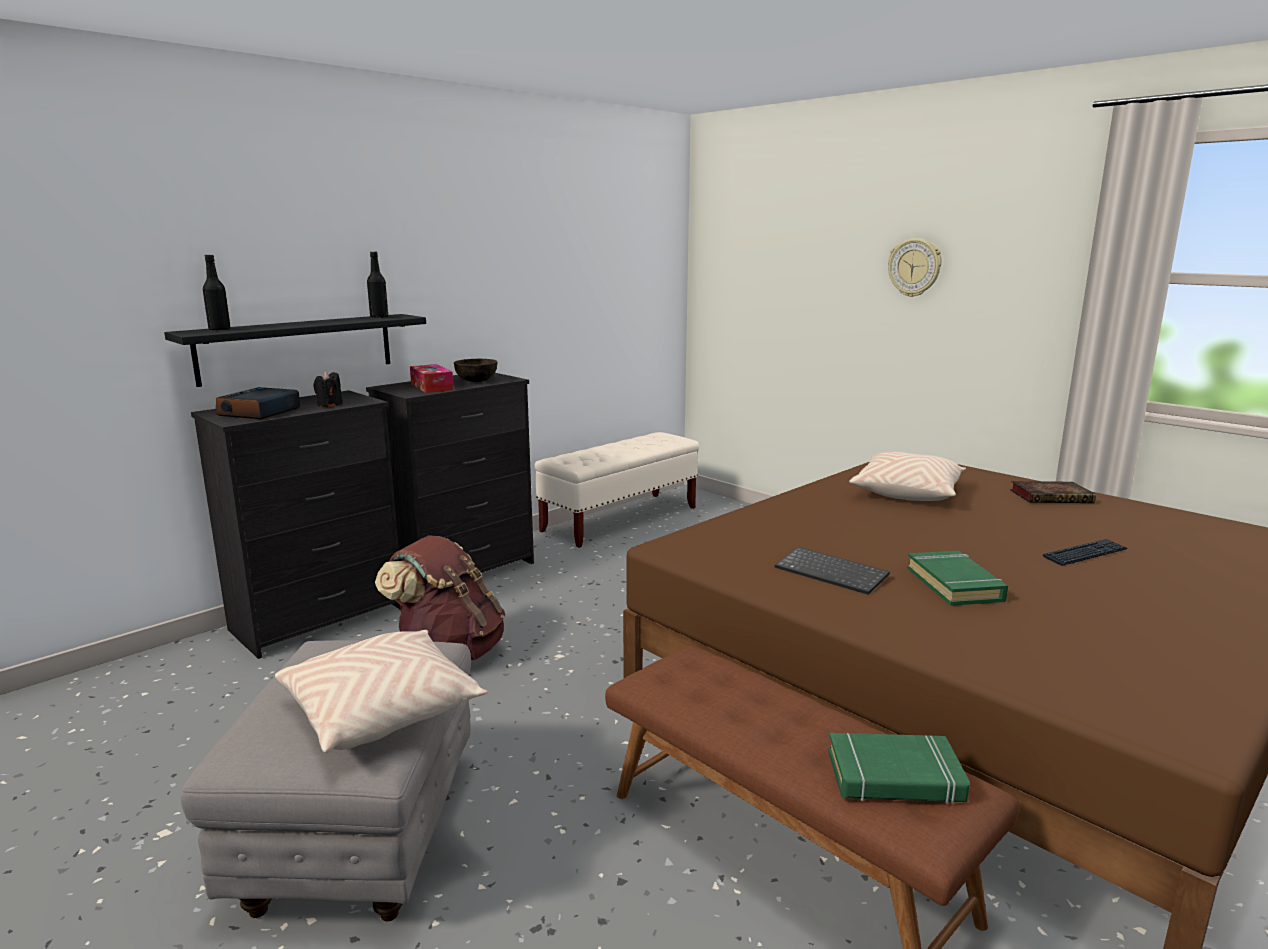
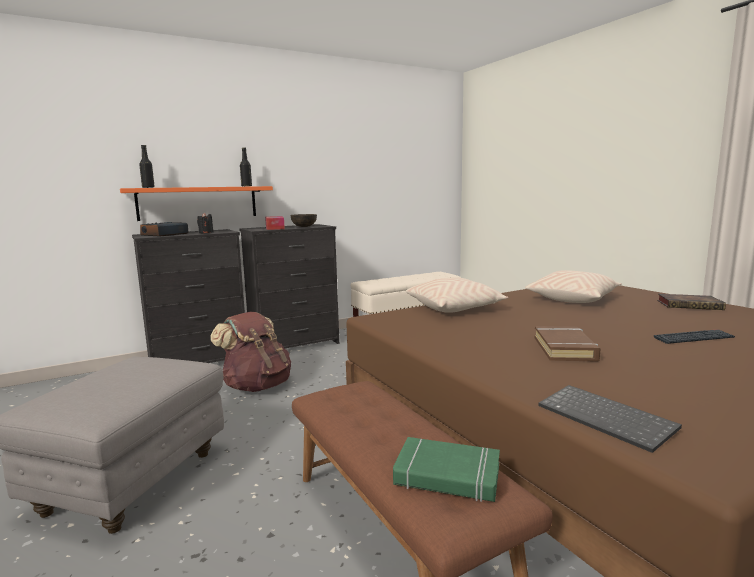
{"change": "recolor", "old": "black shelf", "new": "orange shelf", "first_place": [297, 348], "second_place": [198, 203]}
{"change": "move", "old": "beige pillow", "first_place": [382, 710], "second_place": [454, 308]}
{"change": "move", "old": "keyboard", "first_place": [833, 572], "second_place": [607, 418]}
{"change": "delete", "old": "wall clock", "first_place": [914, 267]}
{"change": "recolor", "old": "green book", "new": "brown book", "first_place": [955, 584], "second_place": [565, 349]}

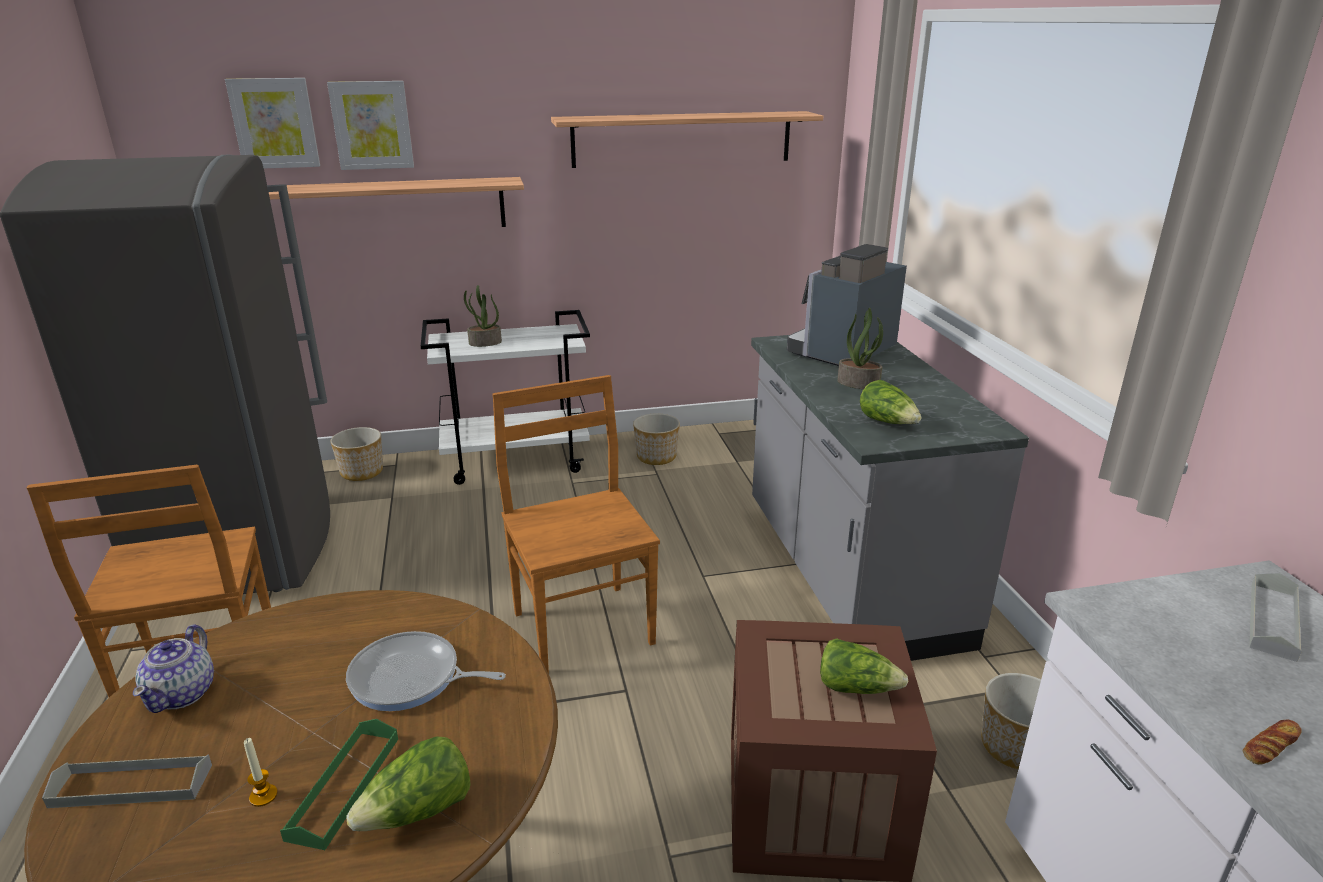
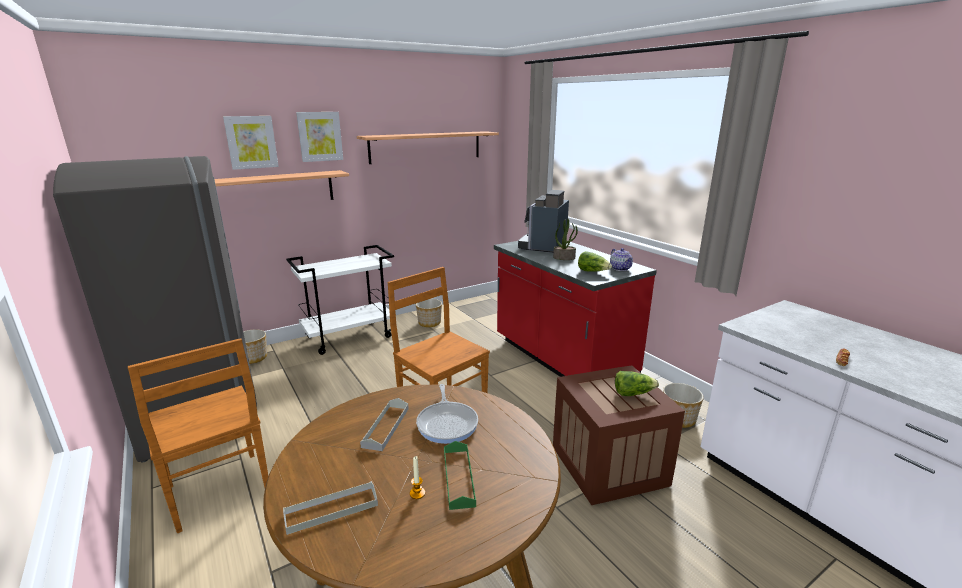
{"change": "move", "old": "teapot", "first_place": [183, 693], "second_place": [620, 268]}
{"change": "move", "old": "picture", "first_place": [274, 123], "second_place": [320, 136]}
{"change": "rotate", "old": "frying pan", "first_place": [410, 679], "second_place": [447, 423], "degrees": -90}
{"change": "delete", "old": "lettuce", "first_place": [418, 811]}
{"change": "delete", "old": "potted plant", "first_place": [485, 343]}
{"change": "recolor", "old": "grey counter", "new": "red counter", "first_place": [848, 574], "second_place": [561, 361]}
{"change": "move", "old": "grey tray", "first_place": [1273, 620], "second_place": [386, 427]}

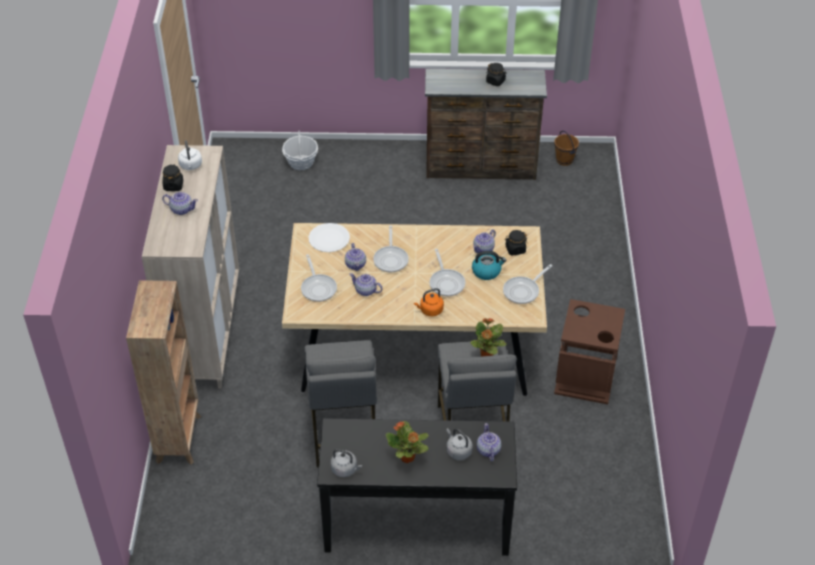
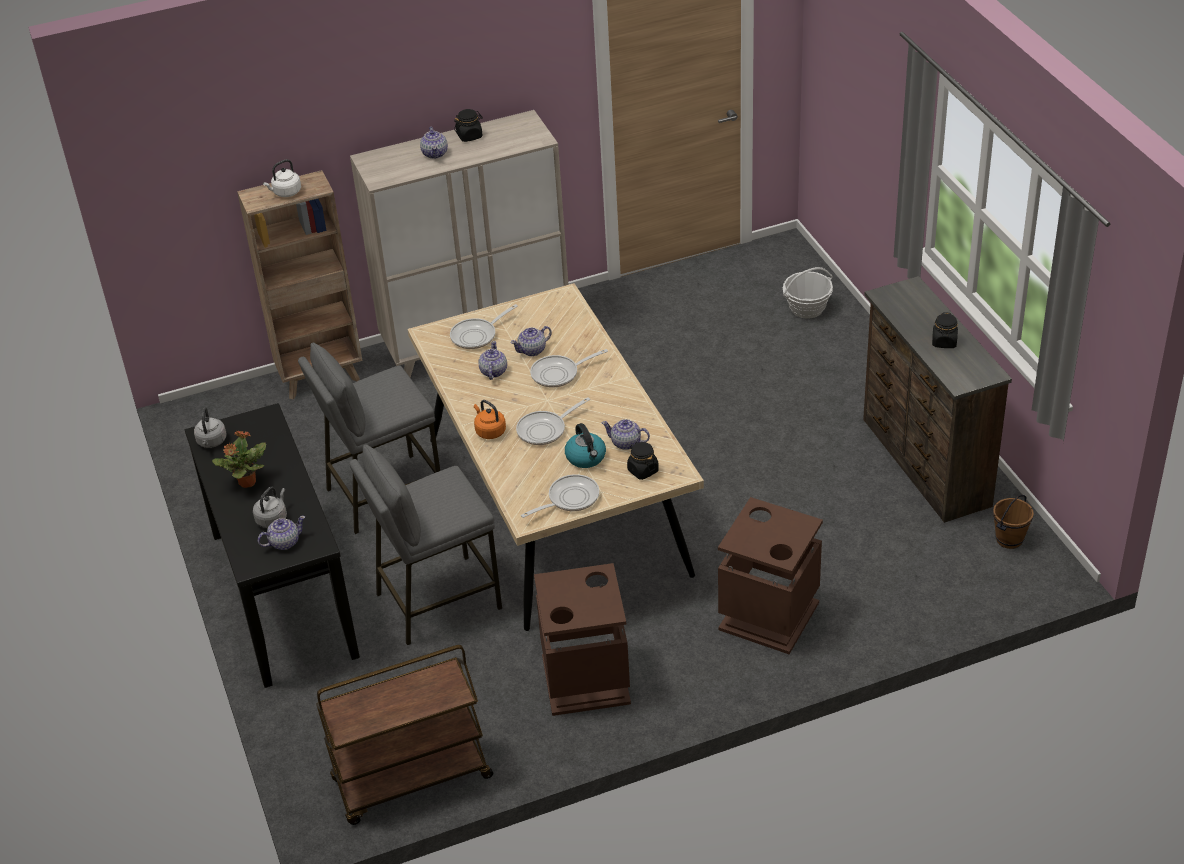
{"change": "move", "old": "white kettle", "first_place": [191, 166], "second_place": [285, 193]}
{"change": "delete", "old": "white plate", "first_place": [329, 238]}
{"change": "delete", "old": "potted plant", "first_place": [486, 354]}
{"change": "rotate", "old": "frying pan", "first_place": [523, 291], "second_place": [569, 499], "degrees": 120}
{"change": "insert", "new": "brown cart", "second_place": [411, 780]}
{"change": "insert", "new": "brown trash can", "second_place": [768, 615]}

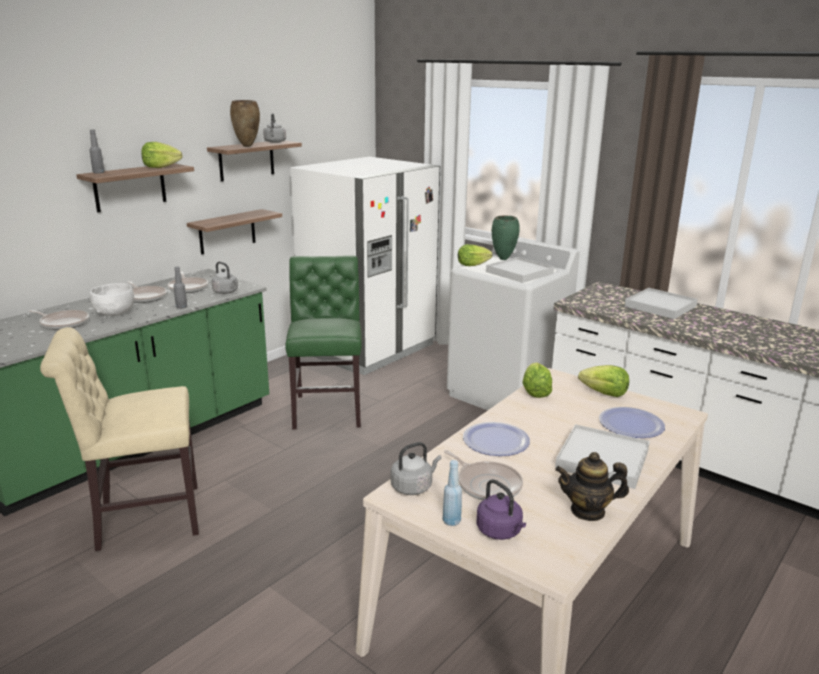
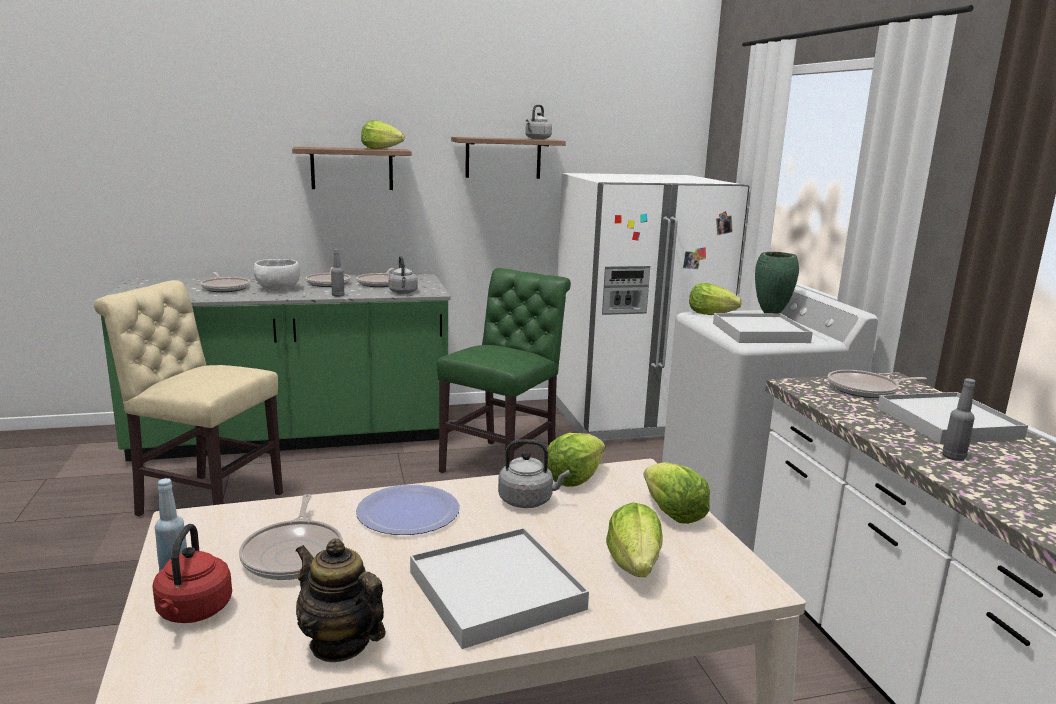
{"change": "move", "old": "grey bottle", "first_place": [98, 173], "second_place": [953, 457]}
{"change": "delete", "old": "shelf", "first_place": [227, 231]}
{"change": "delete", "old": "brown vase", "first_place": [247, 146]}
{"change": "move", "old": "grey kettle", "first_place": [413, 487], "second_place": [528, 501]}
{"change": "recolor", "old": "purple kettle", "new": "red kettle", "first_place": [500, 532], "second_place": [193, 612]}
{"change": "replace", "old": "plate", "new": "lettuce", "first_place": [631, 424], "second_place": [634, 565]}
{"change": "insert", "new": "frying pan", "second_place": [865, 389]}

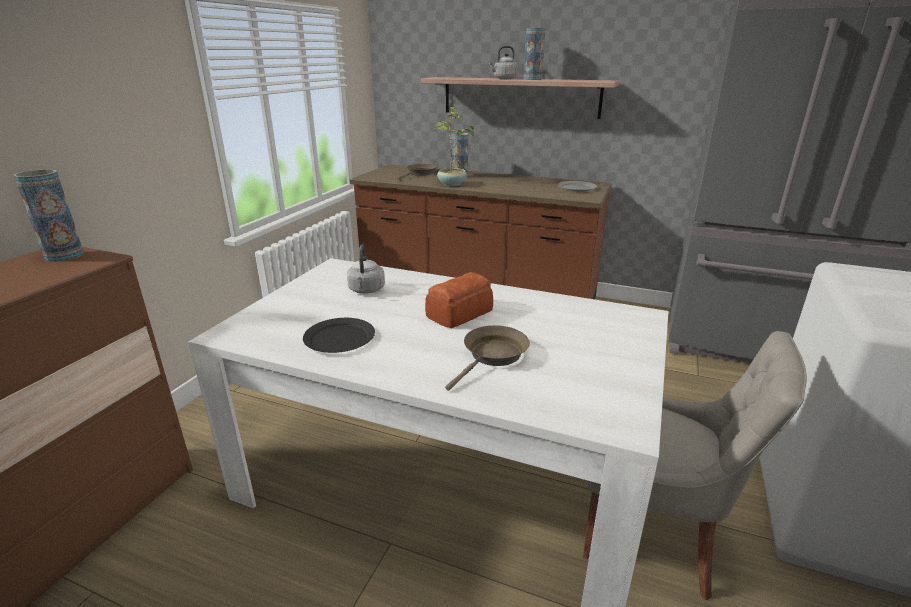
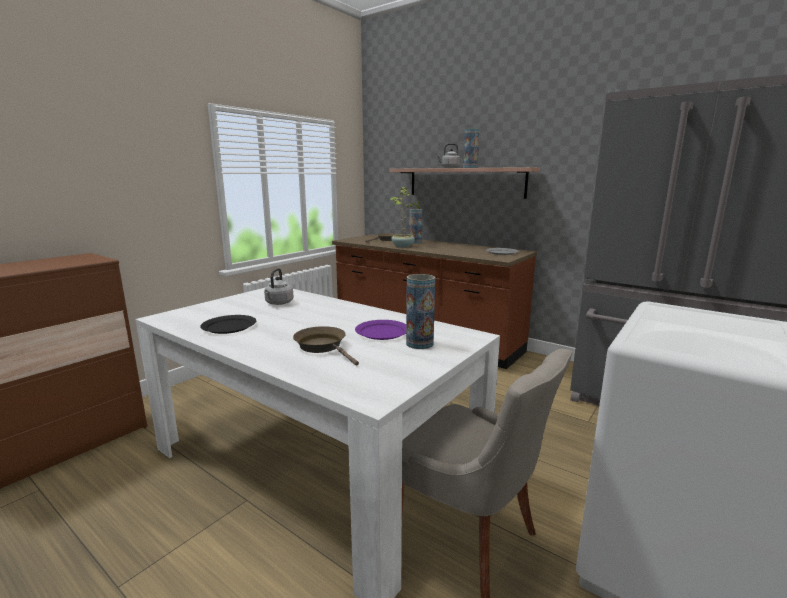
{"change": "move", "old": "vase", "first_place": [64, 255], "second_place": [419, 344]}
{"change": "delete", "old": "bread", "first_place": [461, 313]}
{"change": "rotate", "old": "brown frying pan", "first_place": [493, 356], "second_place": [323, 347], "degrees": -90}
{"change": "insert", "new": "purple plate", "second_place": [382, 332]}

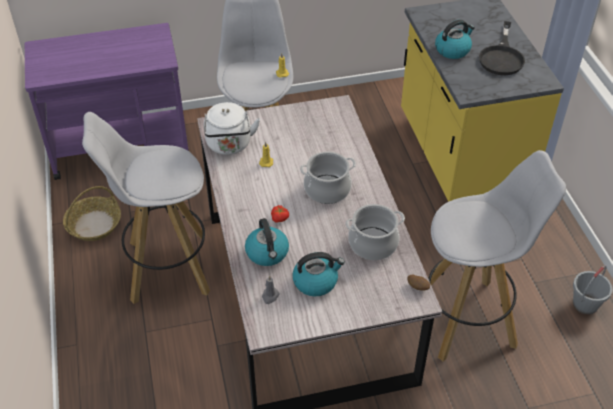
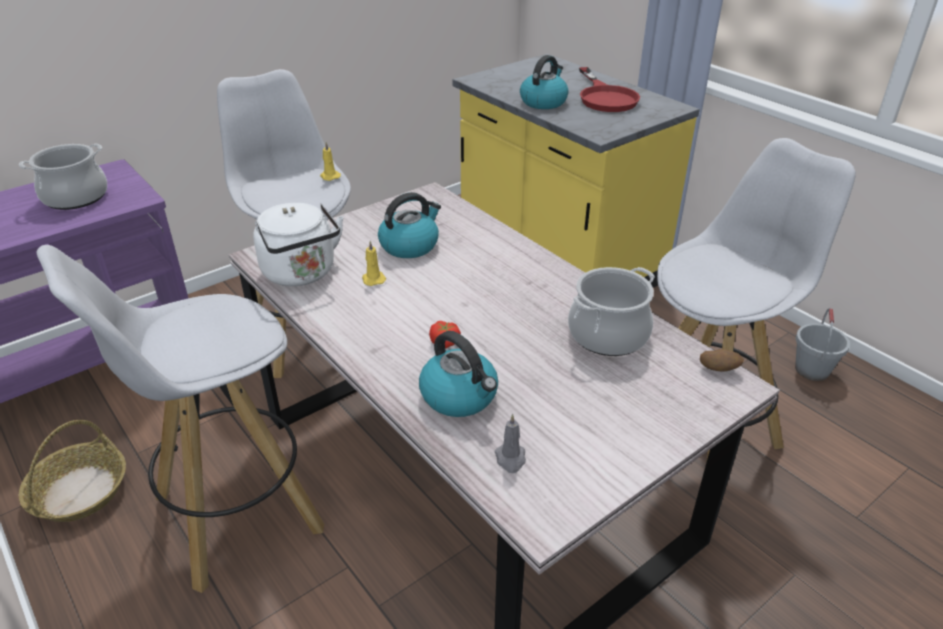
{"change": "move", "old": "kettle", "first_place": [316, 281], "second_place": [410, 245]}
{"change": "move", "old": "cooking pot", "first_place": [327, 190], "second_place": [75, 197]}
{"change": "recolor", "old": "black frying pan", "new": "red frying pan", "first_place": [502, 57], "second_place": [605, 97]}

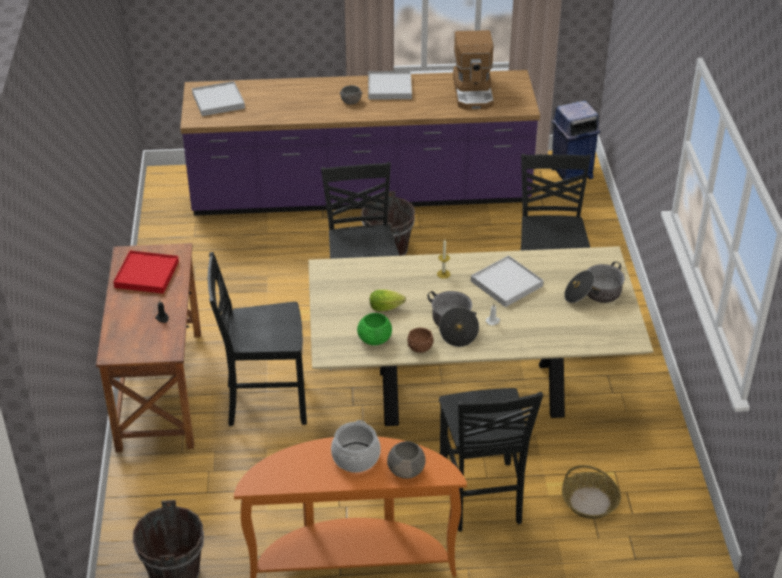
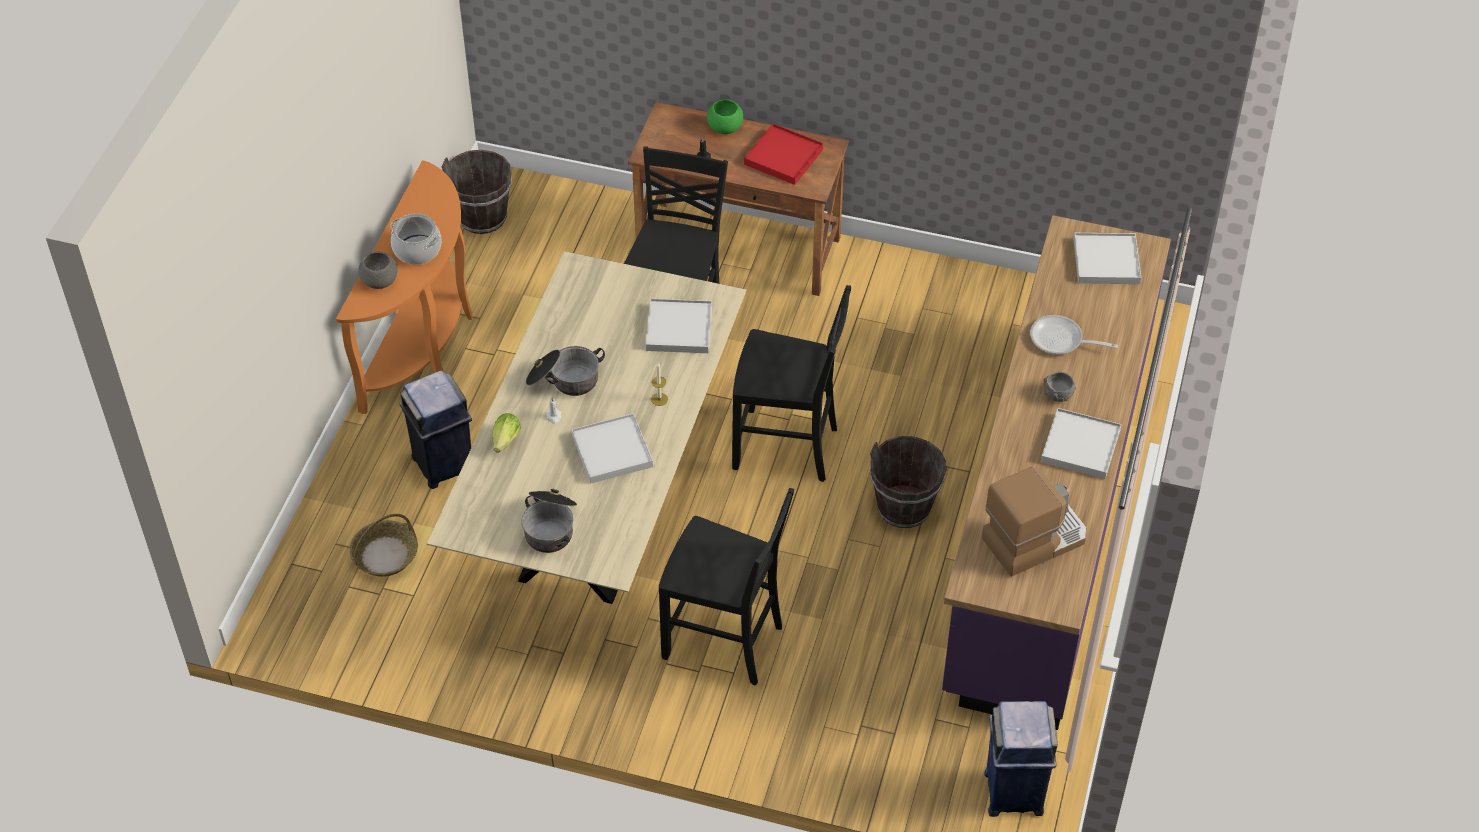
{"change": "move", "old": "green bowl", "first_place": [375, 339], "second_place": [725, 128]}
{"change": "move", "old": "lettuce", "first_place": [387, 308], "second_place": [505, 442]}
{"change": "delete", "old": "brown bowl", "first_place": [420, 347]}
{"change": "replace", "old": "black chair", "new": "blue trash can", "first_place": [481, 497], "second_place": [443, 465]}
{"change": "rotate", "old": "coffee machine", "first_place": [474, 92], "second_place": [1034, 539], "degrees": 135}
{"change": "insert", "new": "white tray", "second_place": [679, 329]}
{"change": "insert", "new": "frying pan", "second_place": [1061, 340]}

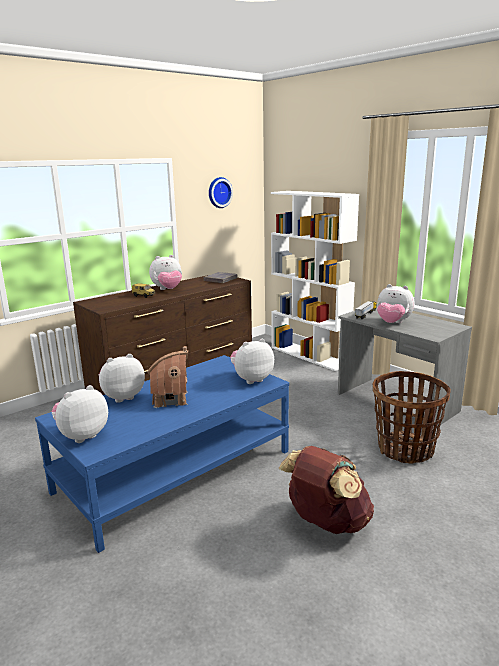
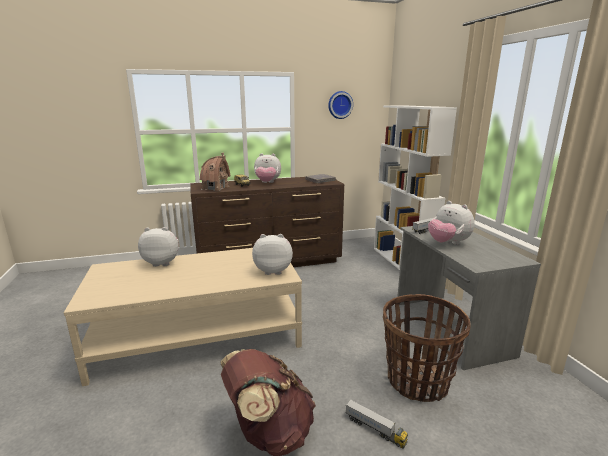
{"change": "recolor", "old": "blue coffee table", "new": "beige coffee table", "first_place": [175, 471], "second_place": [198, 336]}
{"change": "delete", "old": "plush toy", "first_place": [82, 435]}
{"change": "move", "old": "toy house", "first_place": [171, 399], "second_place": [215, 188]}
{"change": "insert", "new": "toy truck", "second_place": [375, 429]}

